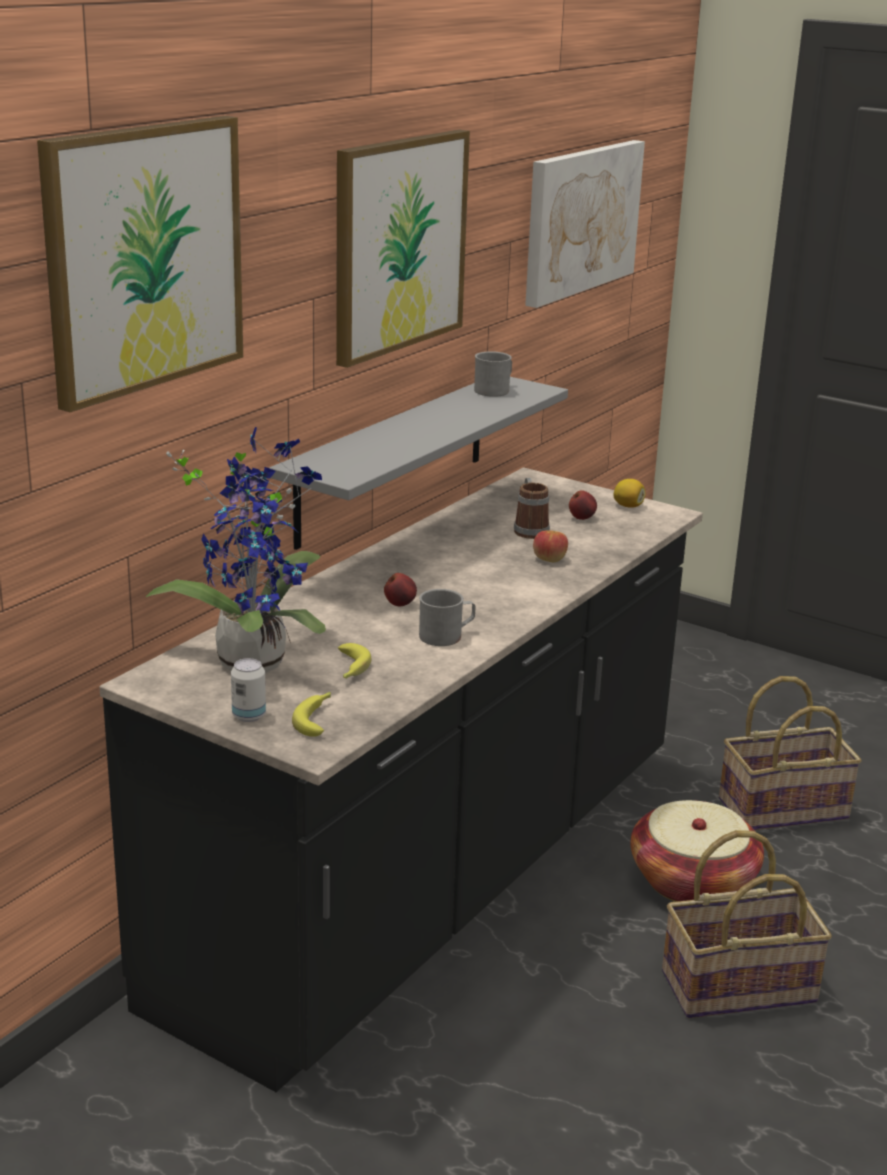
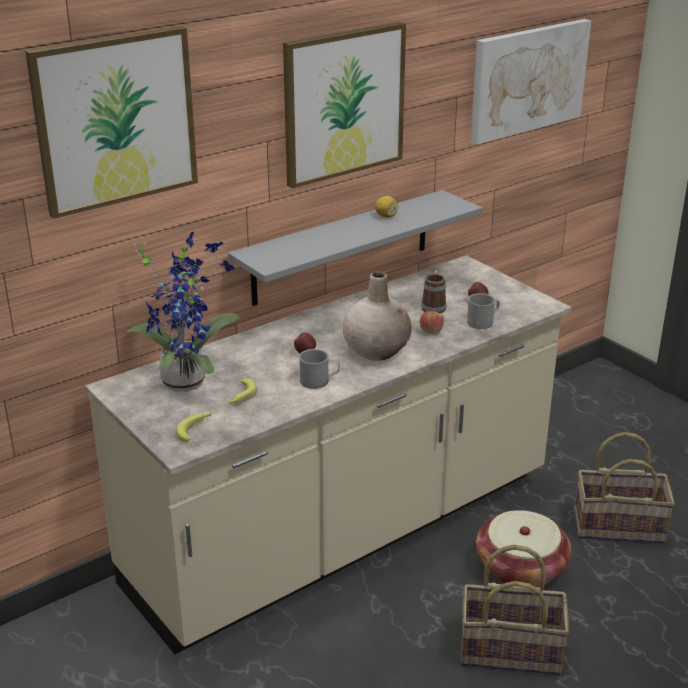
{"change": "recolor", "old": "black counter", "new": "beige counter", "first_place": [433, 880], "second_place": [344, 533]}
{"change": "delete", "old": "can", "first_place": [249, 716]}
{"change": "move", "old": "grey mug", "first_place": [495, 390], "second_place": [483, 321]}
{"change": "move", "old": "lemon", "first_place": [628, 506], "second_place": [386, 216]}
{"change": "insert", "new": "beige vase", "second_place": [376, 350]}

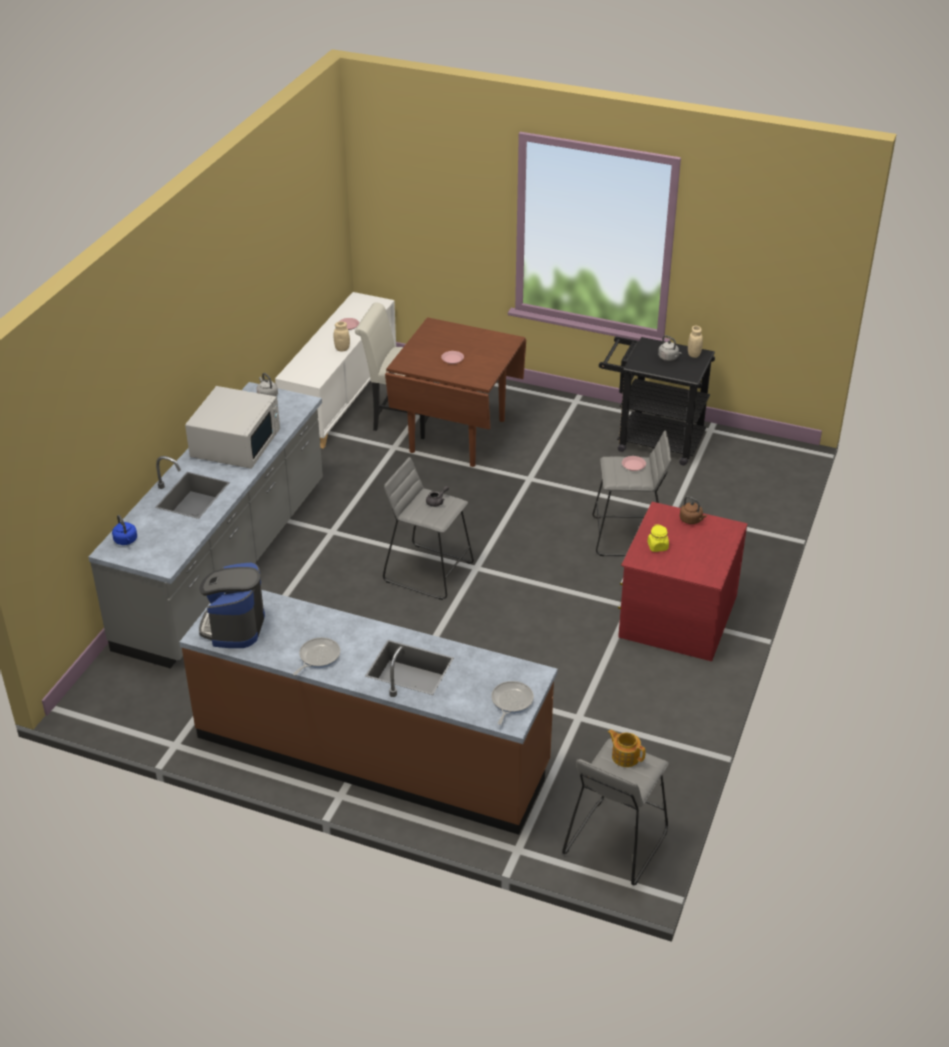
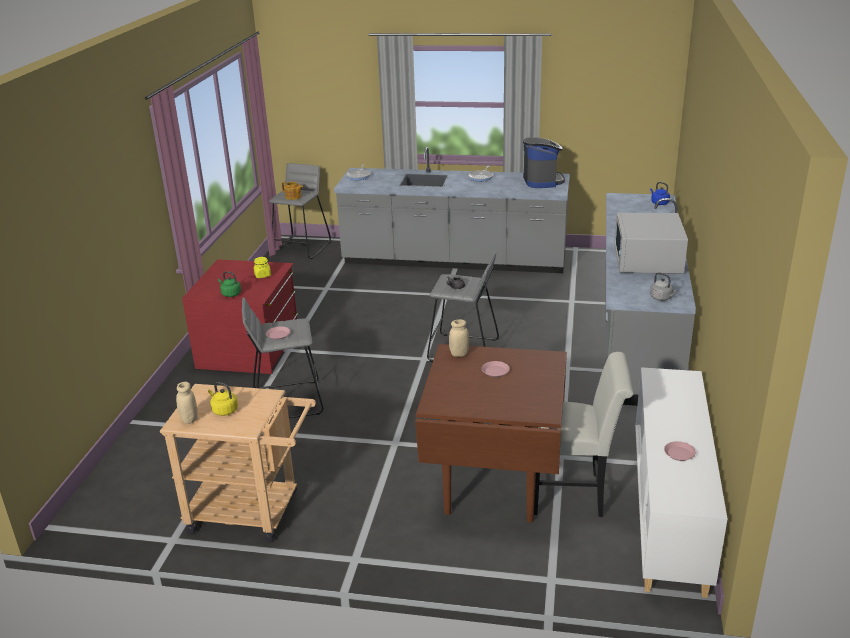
{"change": "recolor", "old": "brown counter", "new": "grey counter", "first_place": [372, 751], "second_place": [454, 260]}
{"change": "move", "old": "beige jar", "first_place": [342, 349], "second_place": [459, 354]}
{"change": "recolor", "old": "black cart", "new": "beige cart", "first_place": [651, 440], "second_place": [253, 512]}
{"change": "recolor", "old": "grey kettle", "new": "yellow kettle", "first_place": [669, 358], "second_place": [224, 410]}
{"change": "recolor", "old": "brown kettle", "new": "green kettle", "first_place": [691, 520], "second_place": [230, 294]}

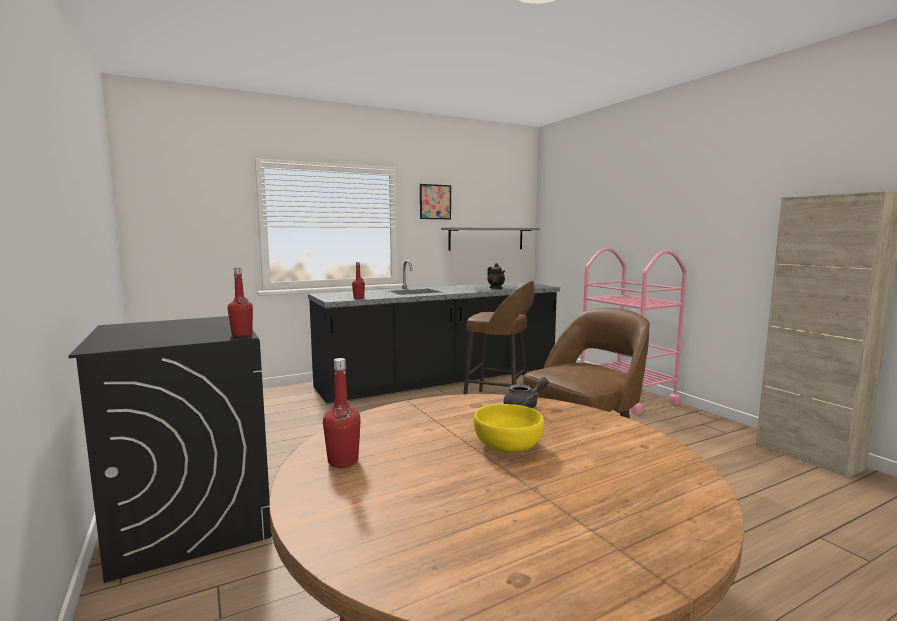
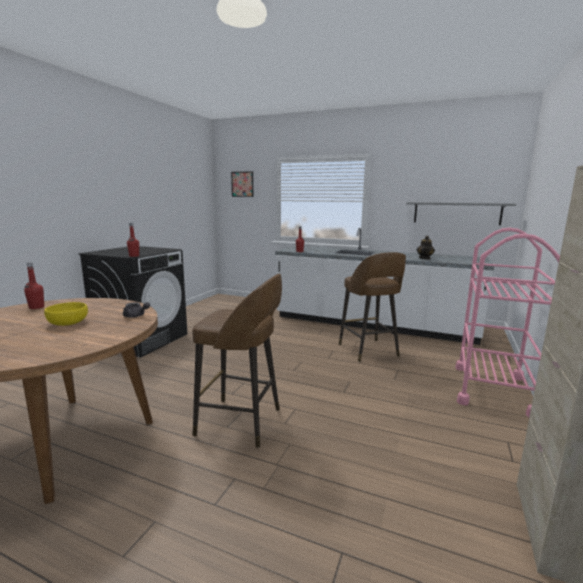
{"change": "recolor", "old": "black counter", "new": "white counter", "first_place": [441, 378], "second_place": [372, 324]}
{"change": "move", "old": "picture", "first_place": [435, 202], "second_place": [242, 184]}

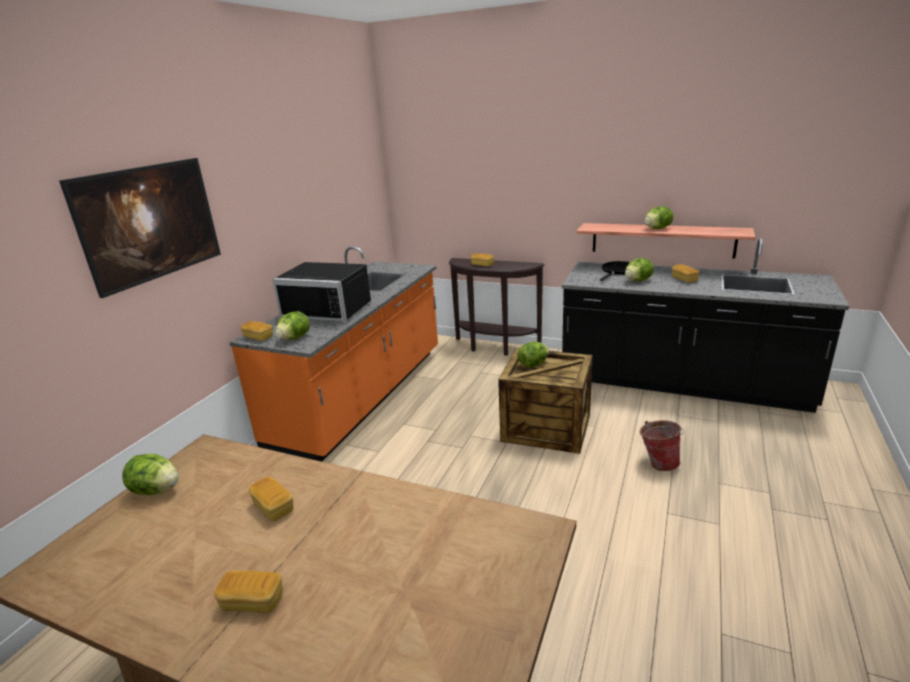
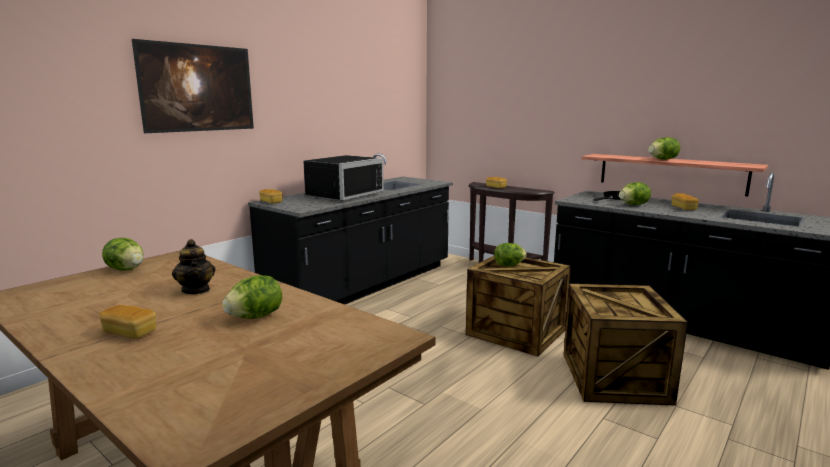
{"change": "recolor", "old": "orange counter", "new": "black counter", "first_place": [363, 397], "second_place": [364, 286]}
{"change": "replace", "old": "bread", "new": "teapot", "first_place": [273, 507], "second_place": [196, 290]}
{"change": "rotate", "old": "black microwave", "first_place": [330, 309], "second_place": [341, 194], "degrees": -90}
{"change": "move", "old": "lettuce", "first_place": [294, 338], "second_place": [255, 317]}
{"change": "replace", "old": "bucket", "new": "crate", "first_place": [658, 463], "second_place": [616, 378]}

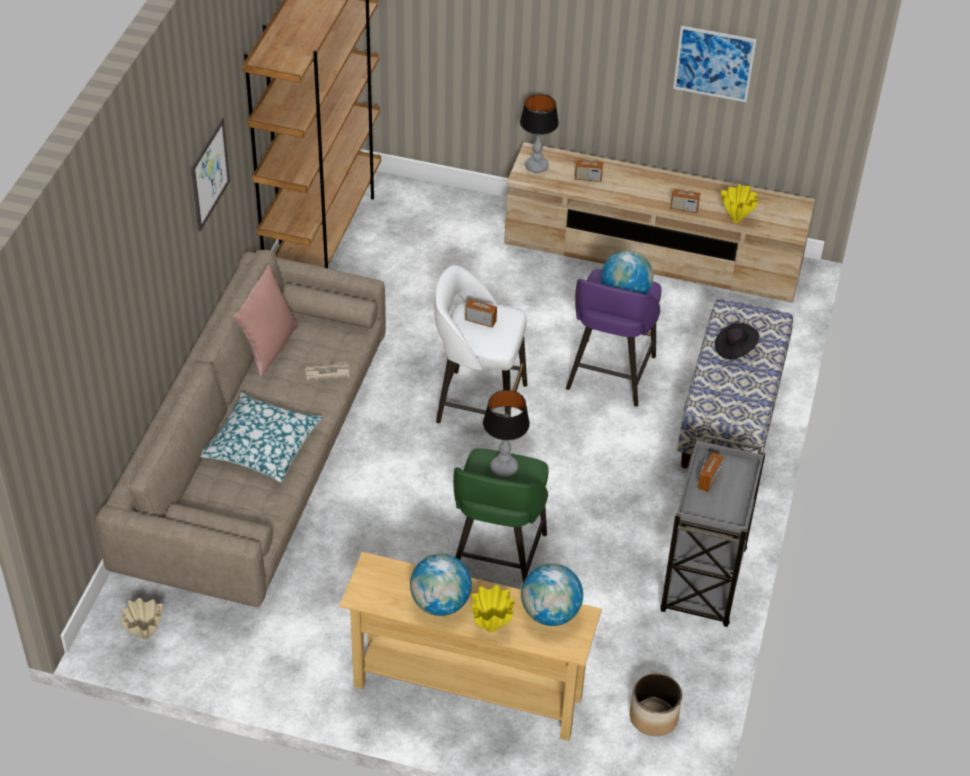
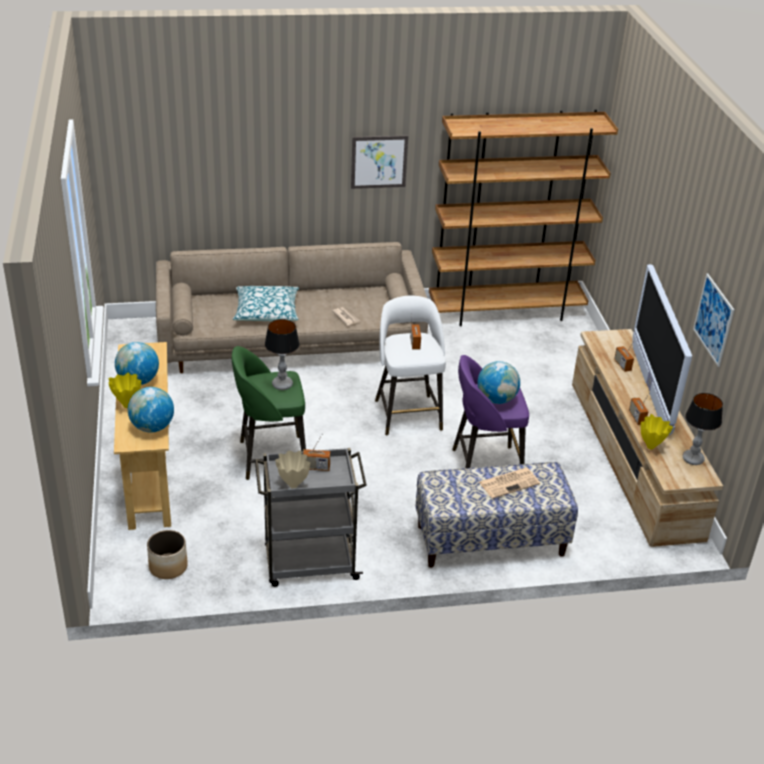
{"change": "move", "old": "beige vase", "first_place": [144, 636], "second_place": [292, 485]}
{"change": "delete", "old": "pink pillow", "first_place": [268, 347]}
{"change": "move", "old": "table lamp", "first_place": [537, 166], "second_place": [692, 459]}
{"change": "replace", "old": "black hat", "new": "newspaper", "first_place": [734, 348], "second_place": [509, 483]}
{"change": "insert", "new": "television", "second_place": [650, 389]}

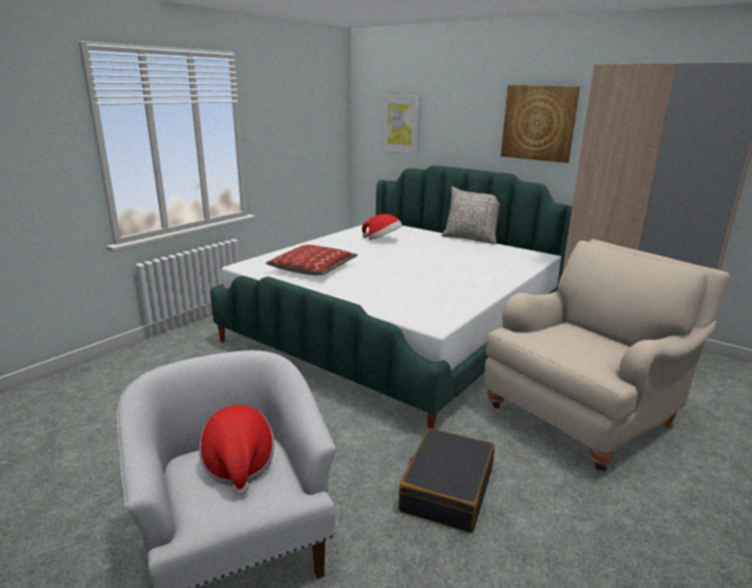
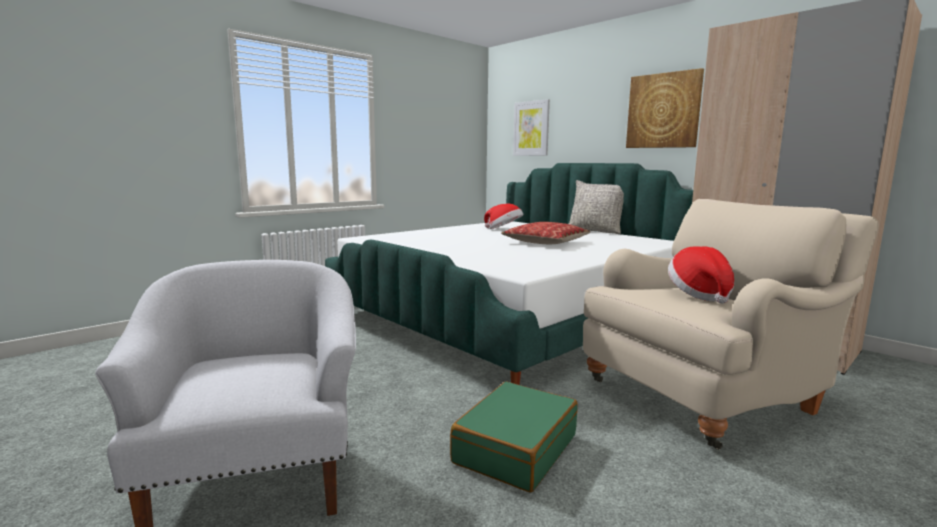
{"change": "move", "old": "hat", "first_place": [238, 465], "second_place": [699, 294]}
{"change": "move", "old": "pillow", "first_place": [313, 268], "second_place": [546, 242]}
{"change": "recolor", "old": "black suitcase", "new": "green suitcase", "first_place": [446, 489], "second_place": [515, 448]}

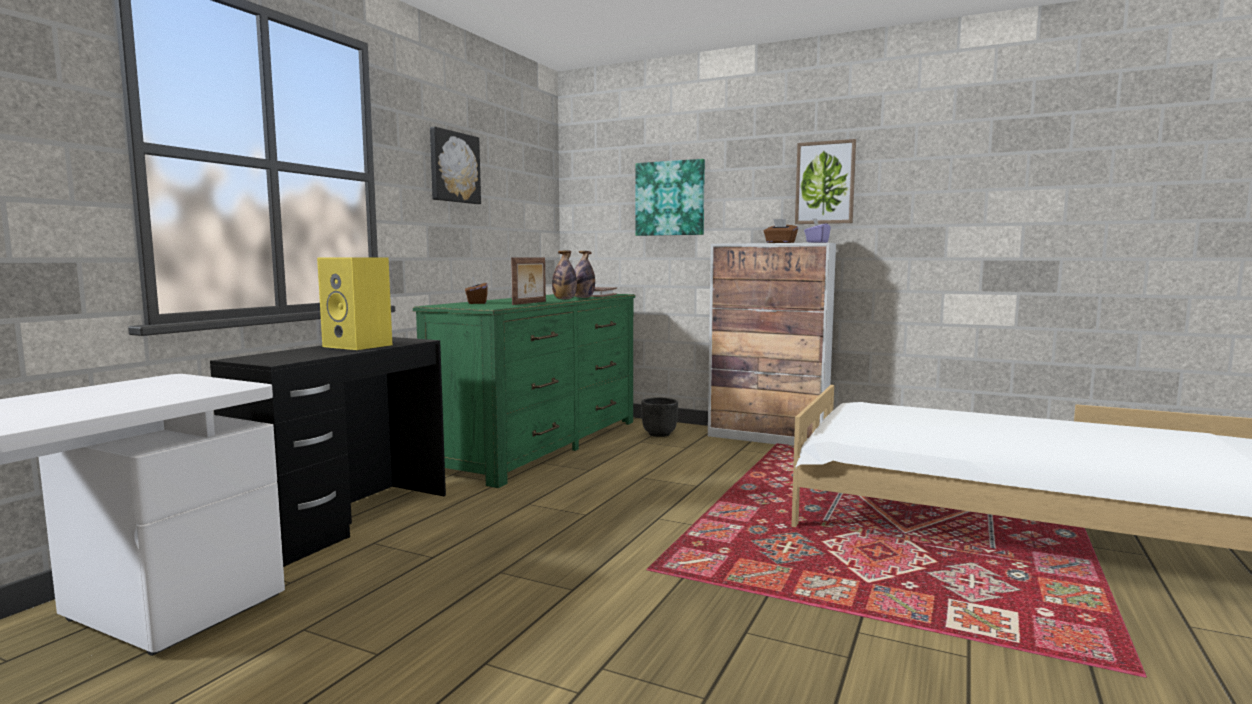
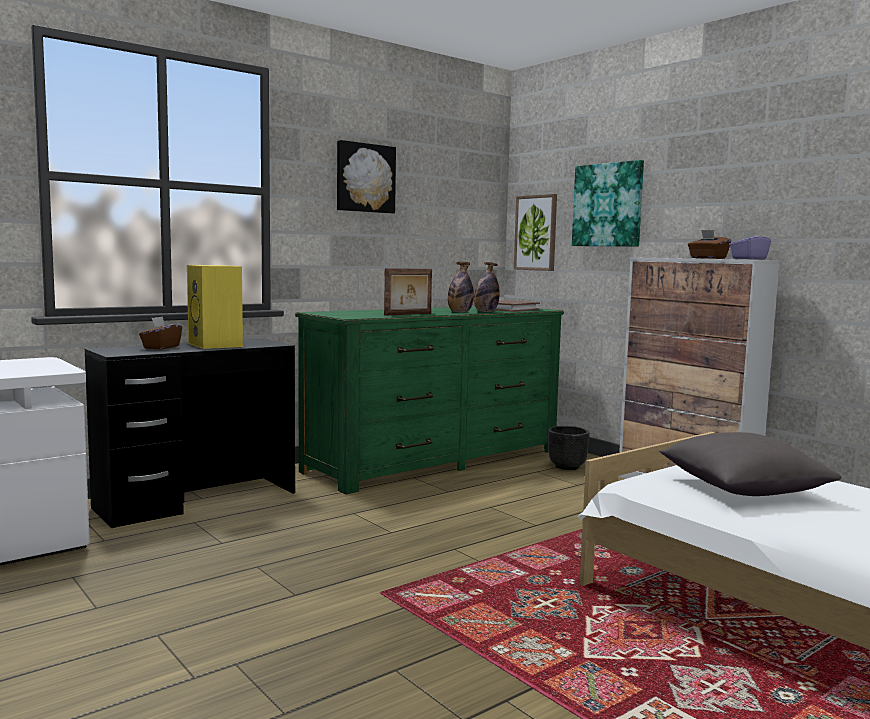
{"change": "move", "old": "brown tissue box", "first_place": [476, 303], "second_place": [161, 347]}
{"change": "move", "old": "picture", "first_place": [825, 183], "second_place": [536, 233]}
{"change": "insert", "new": "grey pillow", "second_place": [742, 489]}

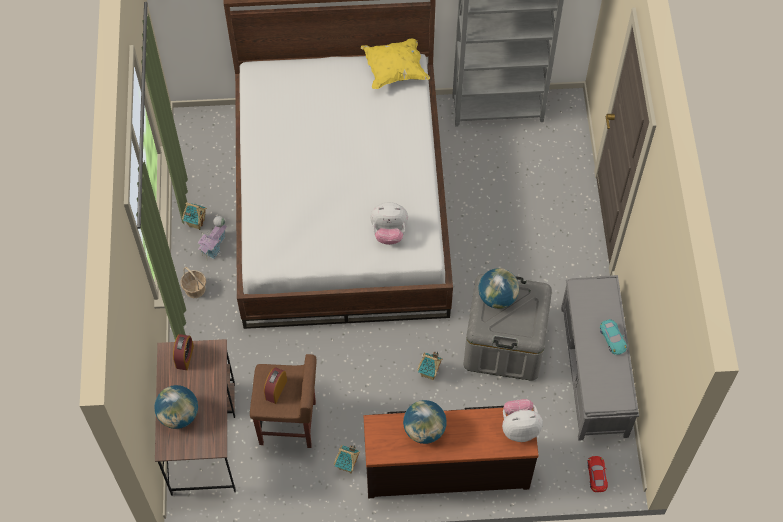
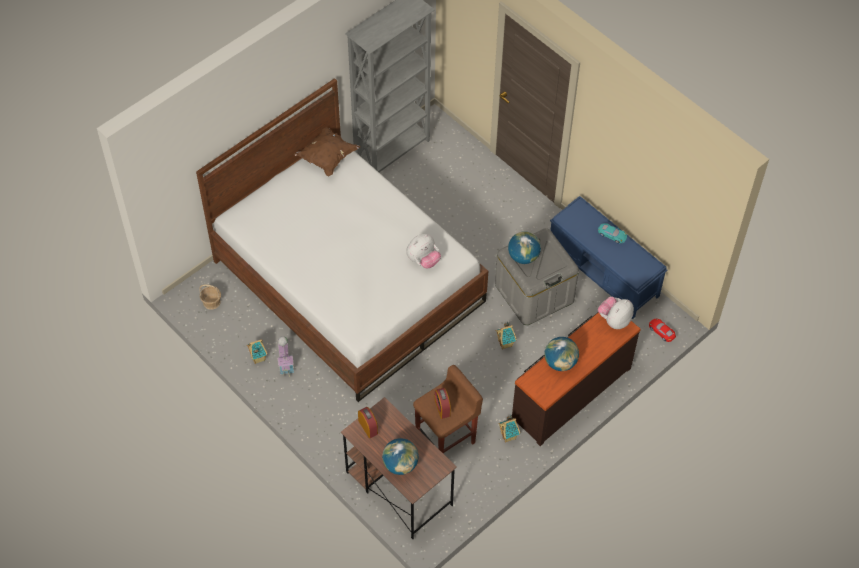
{"change": "move", "old": "basket", "first_place": [195, 289], "second_place": [211, 302]}
{"change": "recolor", "old": "yellow pillow", "new": "brown pillow", "first_place": [394, 70], "second_place": [327, 157]}
{"change": "recolor", "old": "grey bench", "new": "blue bench", "first_place": [594, 372], "second_place": [604, 272]}

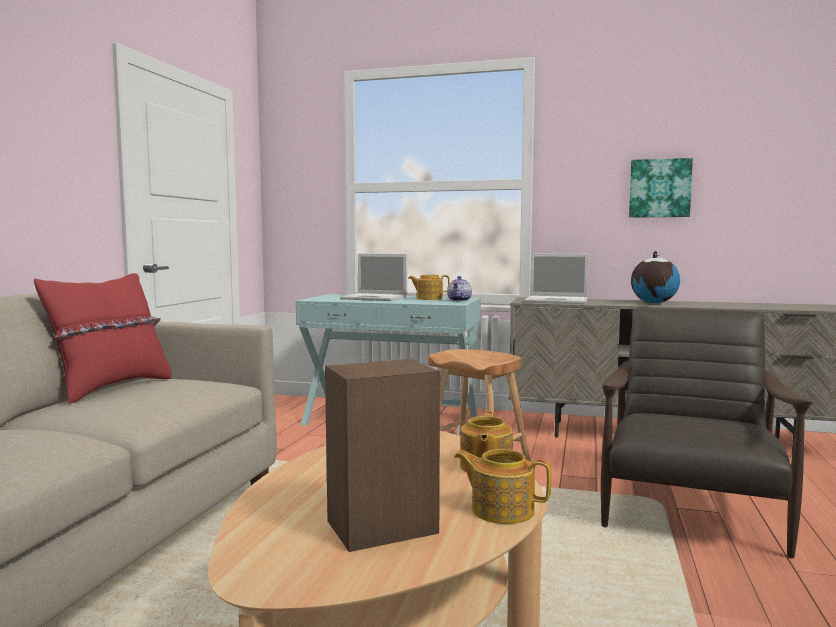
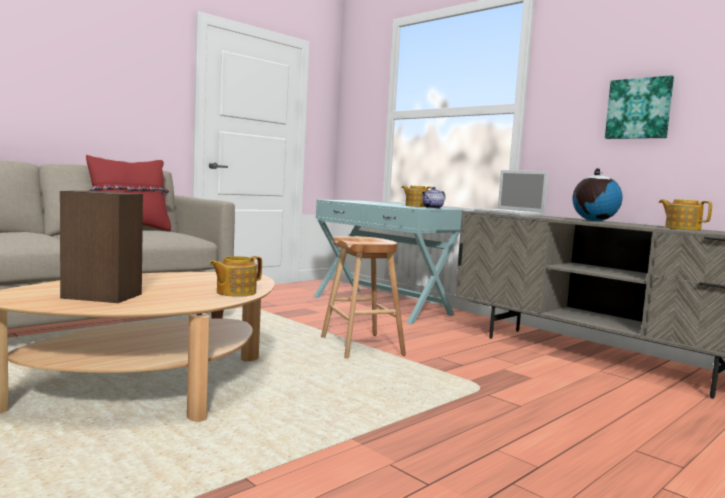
{"change": "delete", "old": "laptop", "first_place": [375, 298]}
{"change": "move", "old": "teapot", "first_place": [501, 510], "second_place": [682, 228]}
{"change": "delete", "old": "brown armchair", "first_place": [690, 511]}

